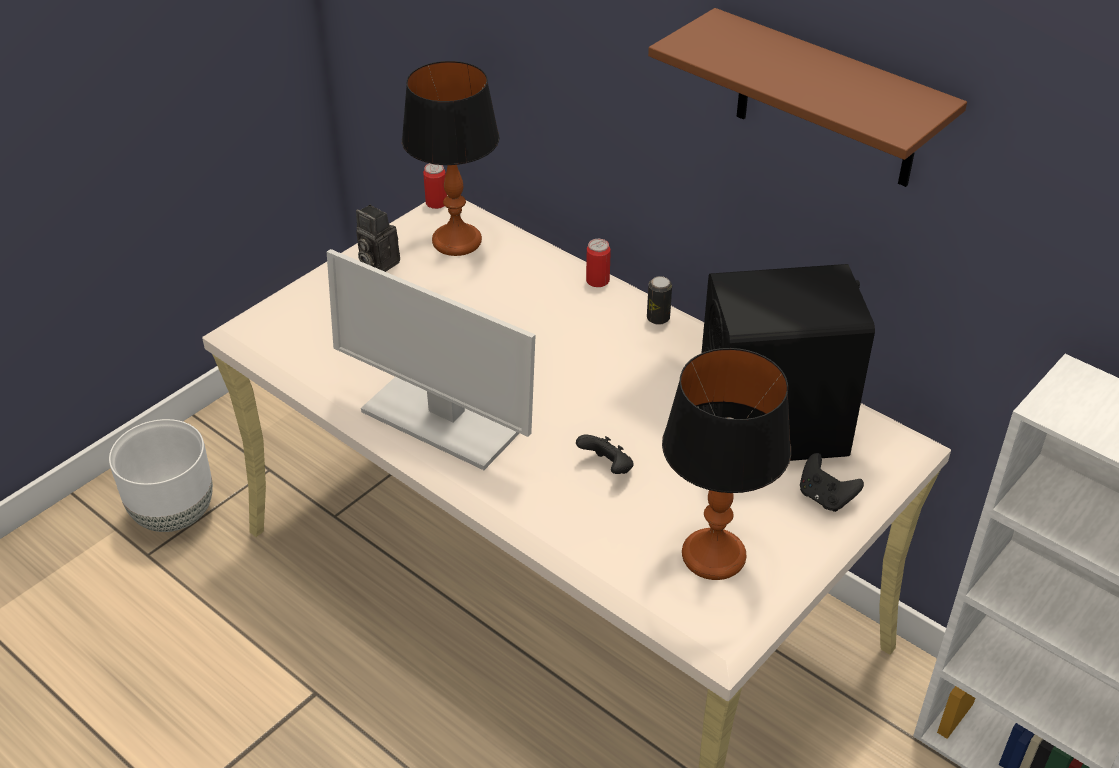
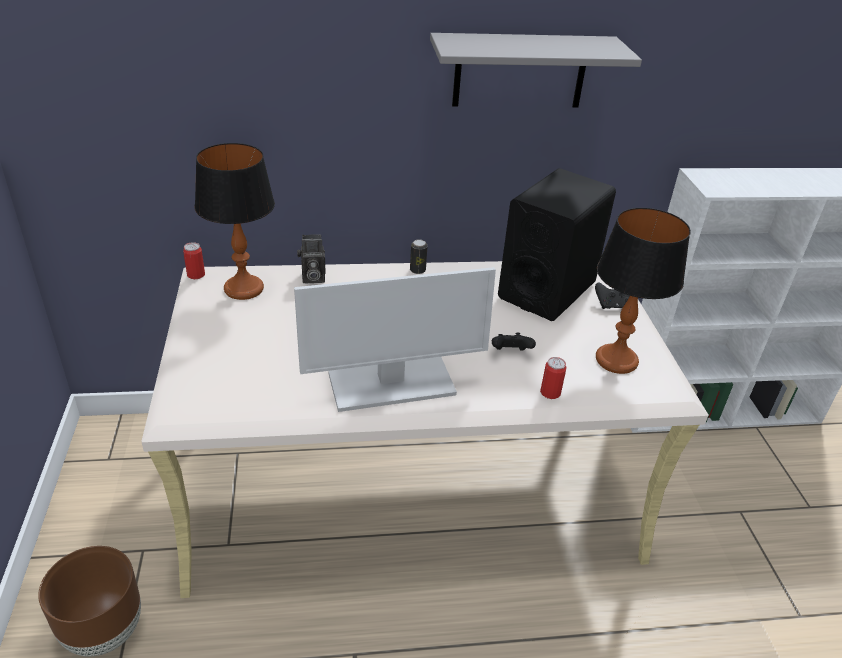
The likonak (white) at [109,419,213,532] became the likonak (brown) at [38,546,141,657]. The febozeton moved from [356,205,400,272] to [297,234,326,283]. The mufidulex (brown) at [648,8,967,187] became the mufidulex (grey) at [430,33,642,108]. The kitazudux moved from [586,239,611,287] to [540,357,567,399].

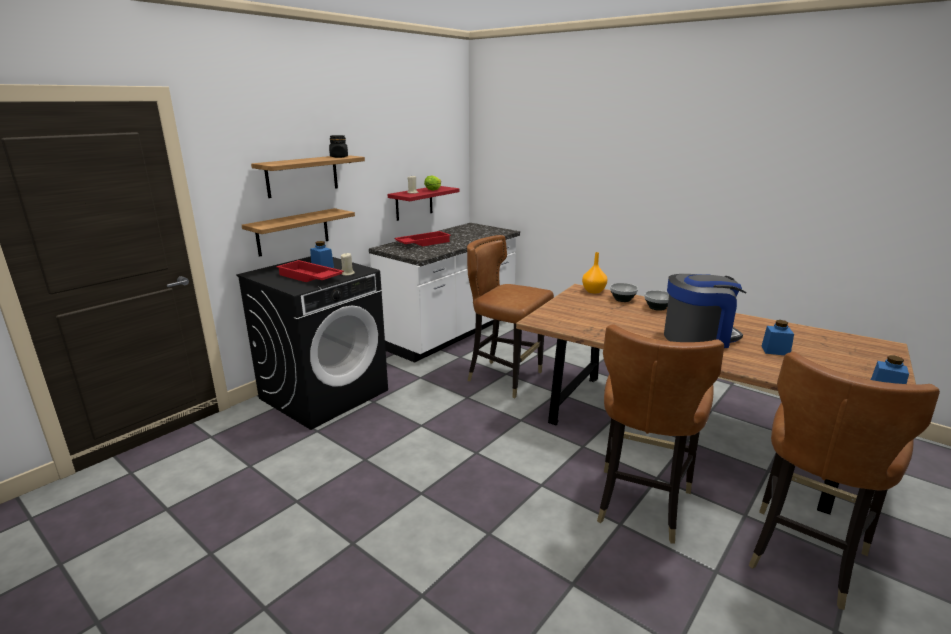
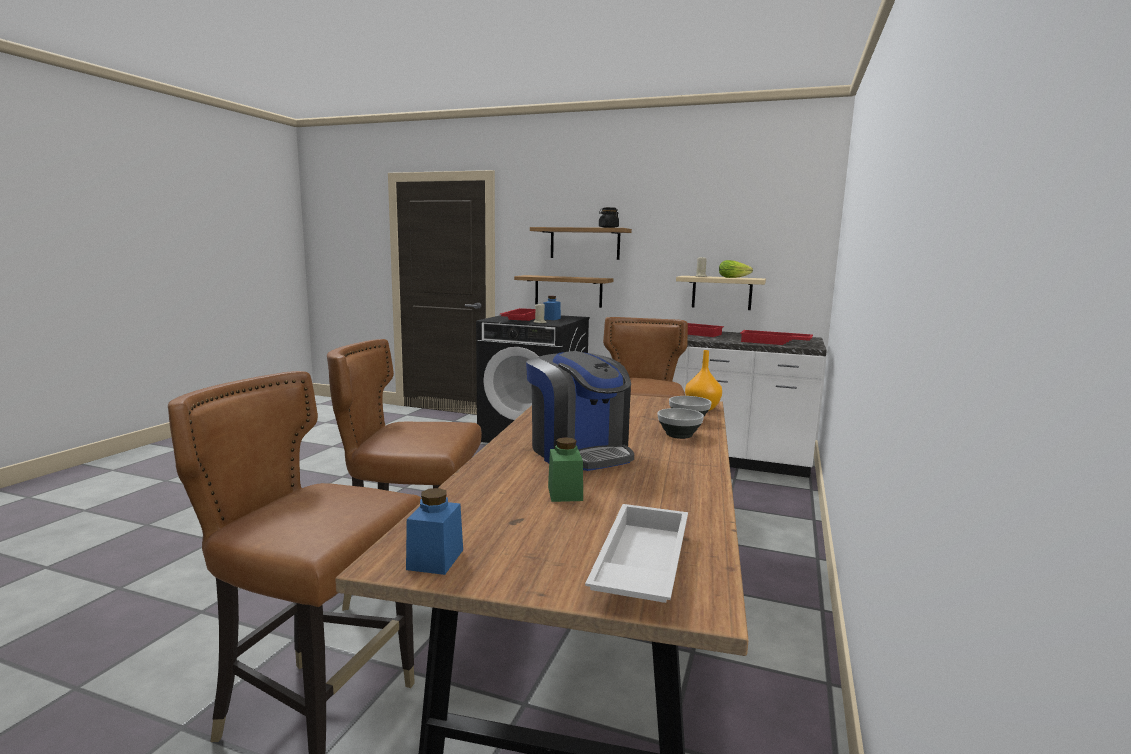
The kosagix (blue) at [761,320,794,355] became the kosagix (green) at [548,437,583,502]. The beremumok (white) at [585,504,688,603] appeared. The mufidulex (red) at [387,186,460,221] became the mufidulex (beige) at [676,276,766,310]. The beremumok (red) at [740,330,813,345] appeared.

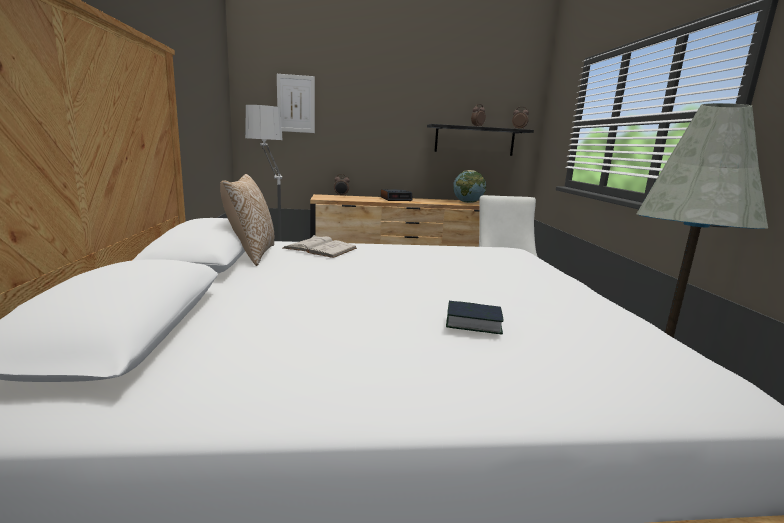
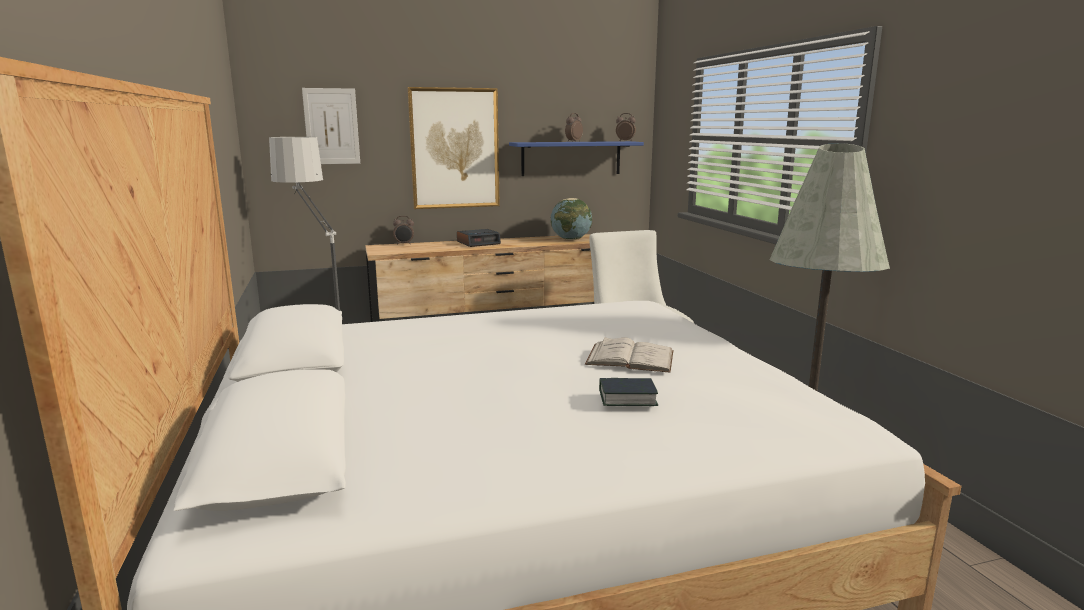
The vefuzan at [408,87,500,209] appeared. The mufidulex (black) at [427,124,534,156] became the mufidulex (blue) at [509,141,644,176]. The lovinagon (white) moved from [283,235,357,258] to [585,337,673,373]. The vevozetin at [220,174,274,266] disappeared.

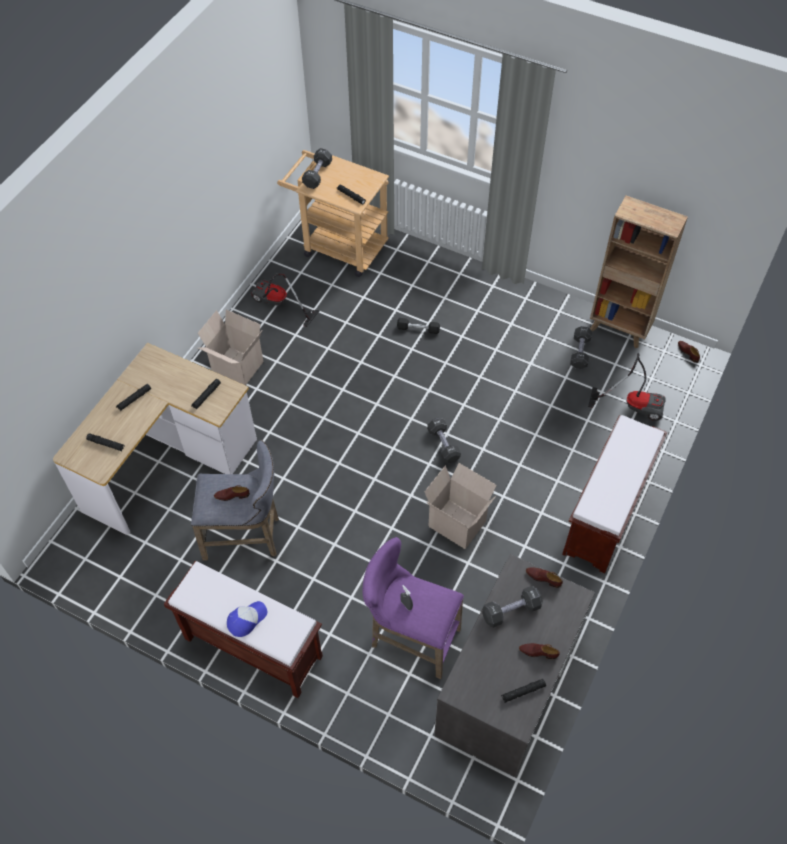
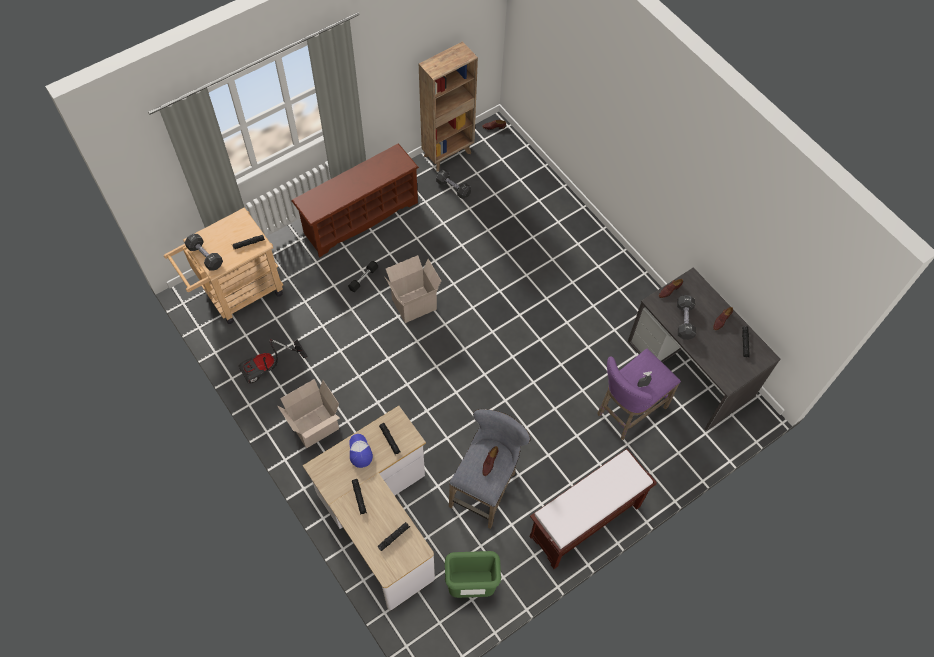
The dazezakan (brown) at [291,144,419,258] appeared. The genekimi moved from [227,601,267,637] to [349,434,373,468]. The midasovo moved from [425,463,497,549] to [385,255,441,323]. The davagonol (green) at [444,551,501,598] appeared. The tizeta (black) at [427,418,461,463] disappeared. The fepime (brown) at [562,415,668,574] disappeared. The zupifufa at [588,353,666,421] disappeared.

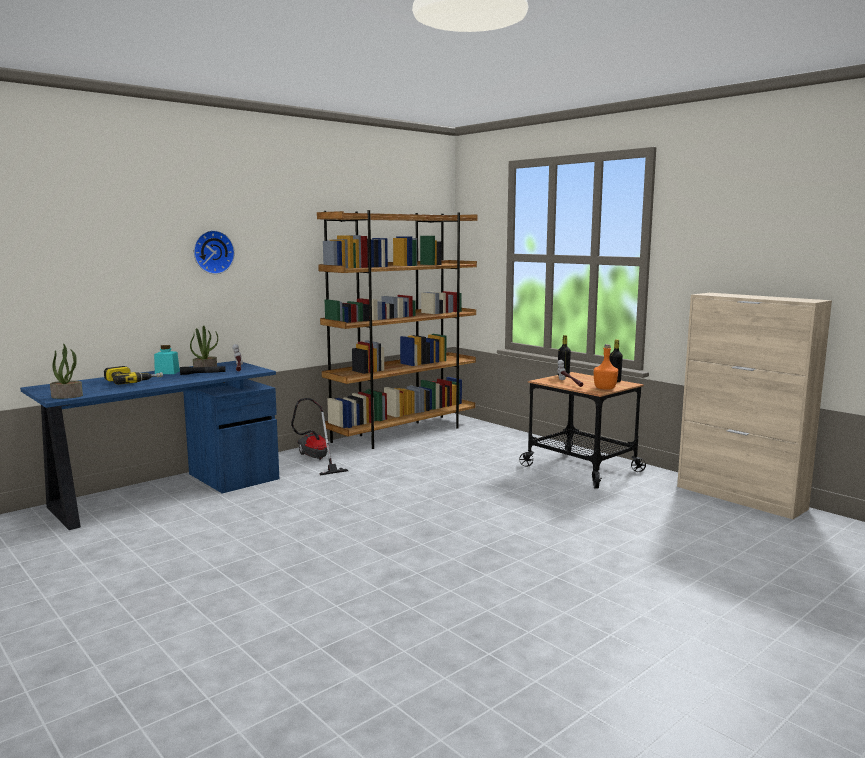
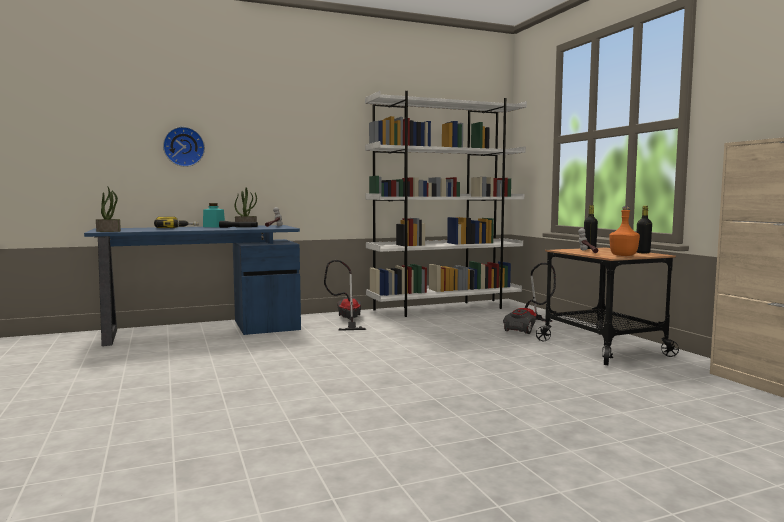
The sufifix moved from [194,230,235,274] to [163,127,205,167]. The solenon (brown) at [317,210,477,449] became the solenon (white) at [365,91,527,317]. The zupifufa at [503,263,556,334] appeared.

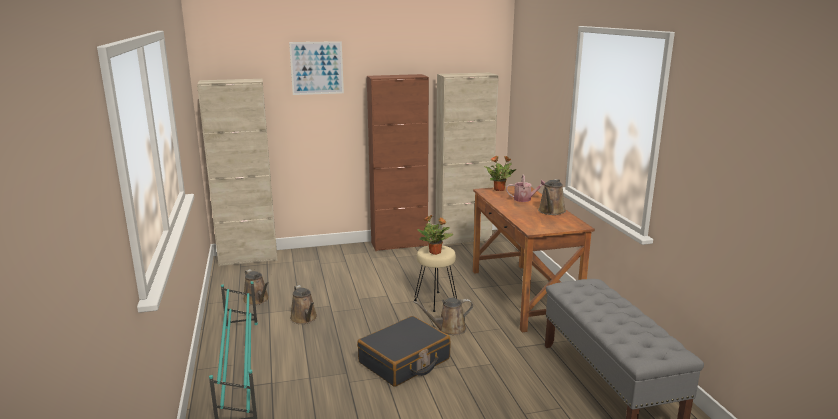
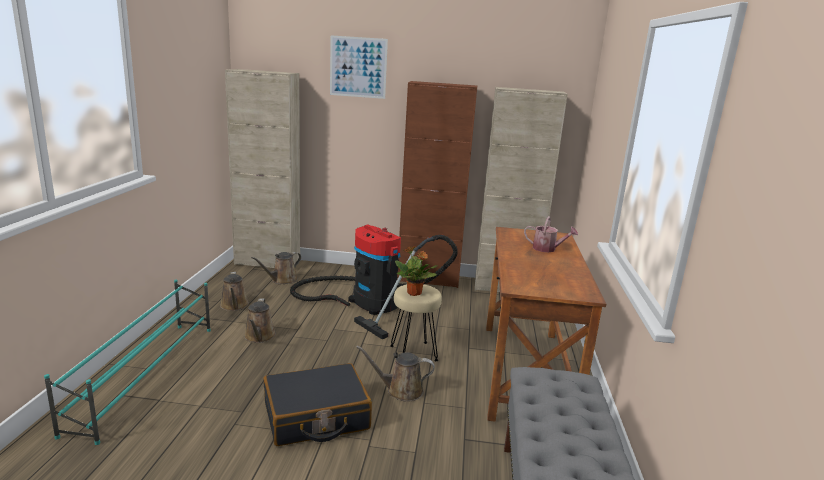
The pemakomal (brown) moved from [538,179,566,215] to [251,252,301,284]. The zupifufa at [290,225,458,339] appeared. The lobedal at [484,155,517,191] disappeared.

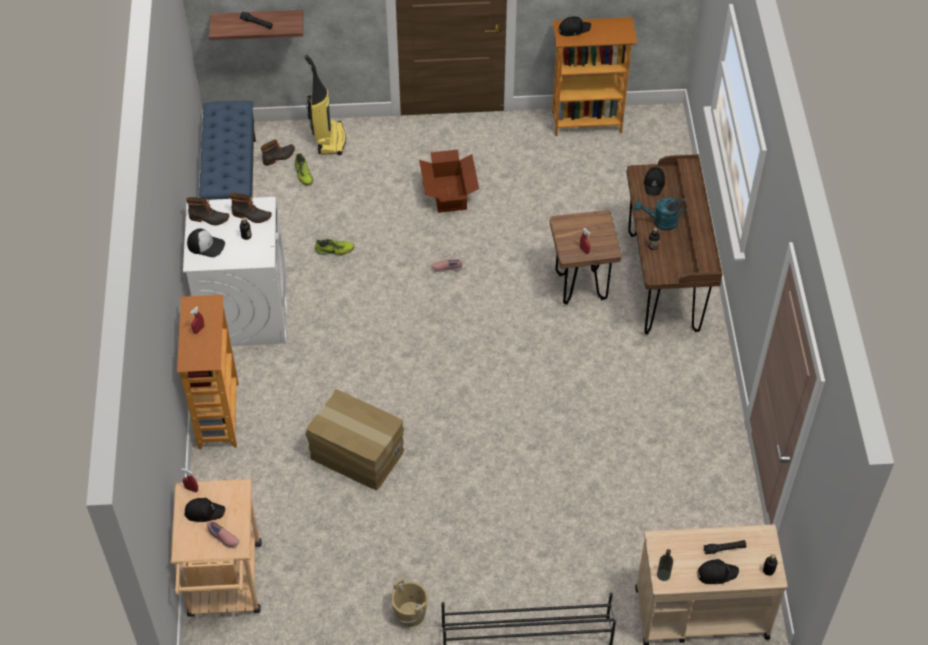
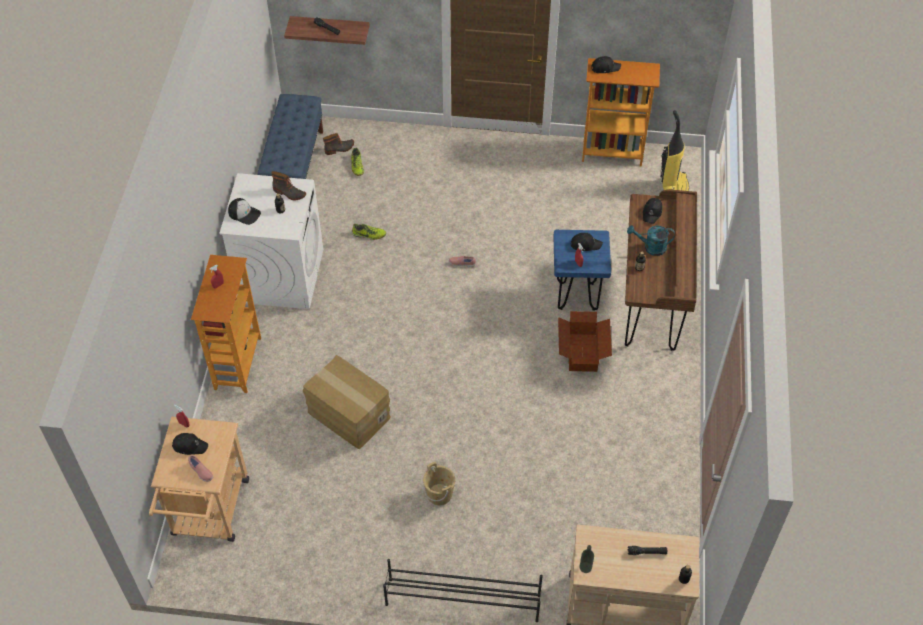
The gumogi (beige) moved from [391,578,428,627] to [423,461,455,505]. The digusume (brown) at [550,210,622,305] became the digusume (blue) at [553,230,611,311]. The midasovo moved from [419,150,479,213] to [558,311,612,372]. The genekimi (black) moved from [697,559,739,584] to [571,233,603,251]. The zupifufa moved from [304,55,346,155] to [660,110,689,191]. The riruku at [186,197,229,225] disappeared.

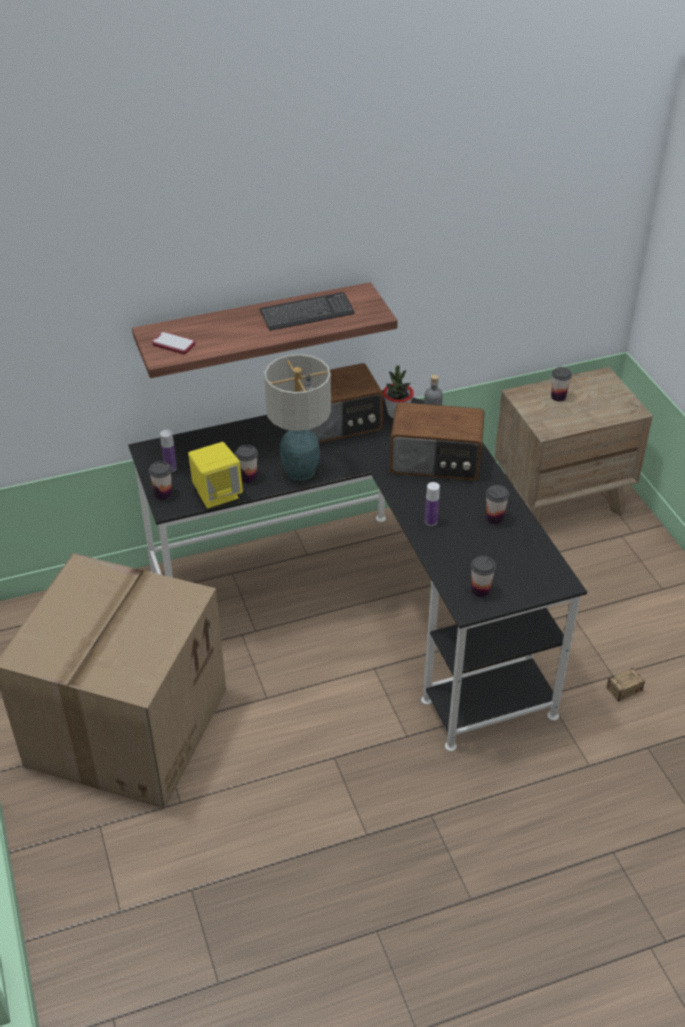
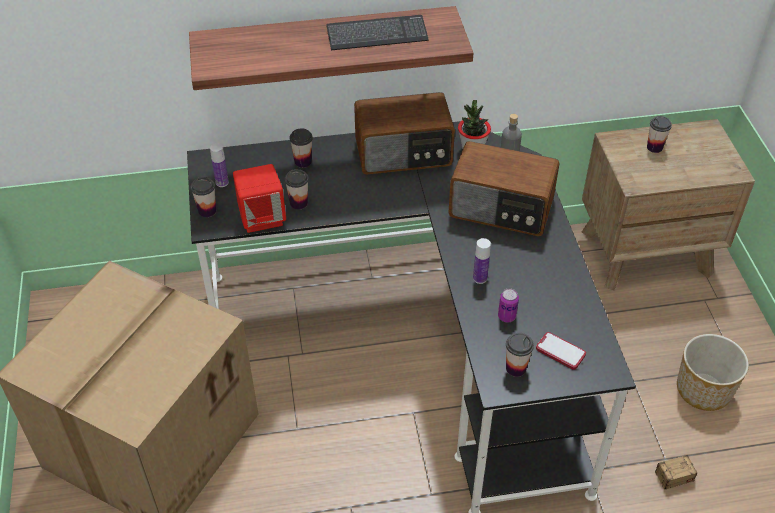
The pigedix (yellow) at [188,442,243,509] became the pigedix (red) at [233,164,286,233]. The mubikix moved from [486,485,509,525] to [290,129,313,168]. The kitazudux at [498,288,519,323] appeared. The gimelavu moved from [152,332,195,354] to [536,332,586,370]. The likonak at [677,334,749,411] appeared. The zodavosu at [264,354,331,481] disappeared.

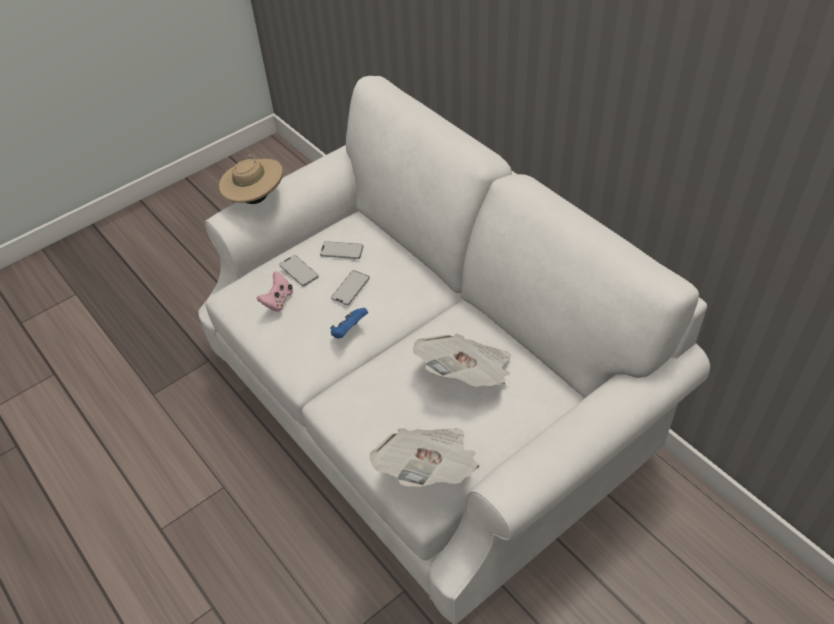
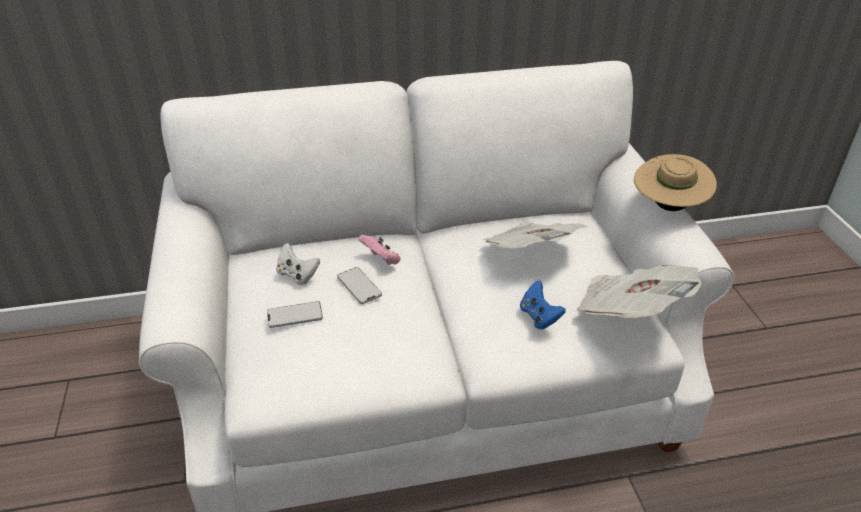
The gimelavu at [320,241,363,259] was replaced by the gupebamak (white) at [276,243,320,285]. The gupebamak (pink) moved from [257,271,293,312] to [358,235,400,265]. The gupebamak (blue) moved from [330,308,368,339] to [520,281,566,329]. The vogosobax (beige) moved from [219,152,283,204] to [634,154,717,211].

